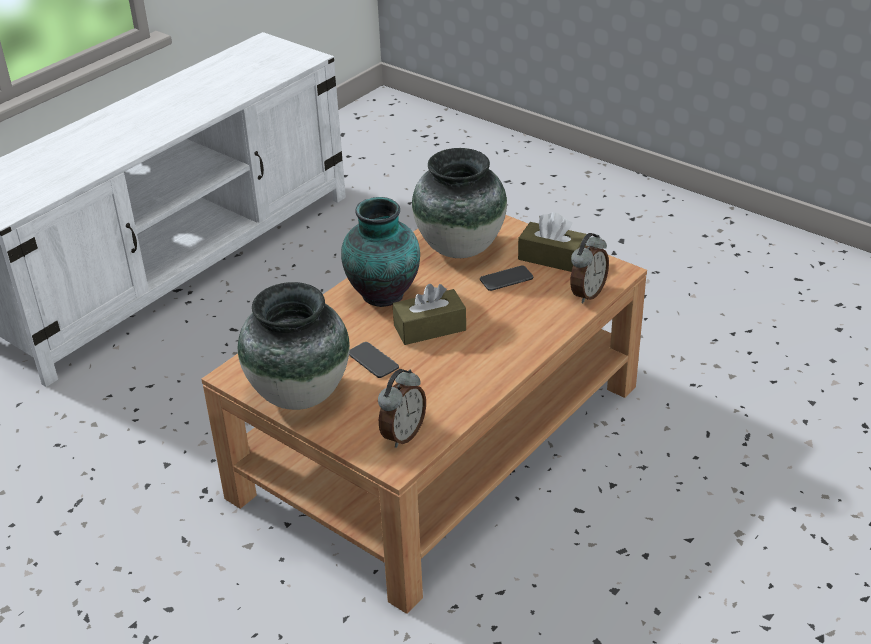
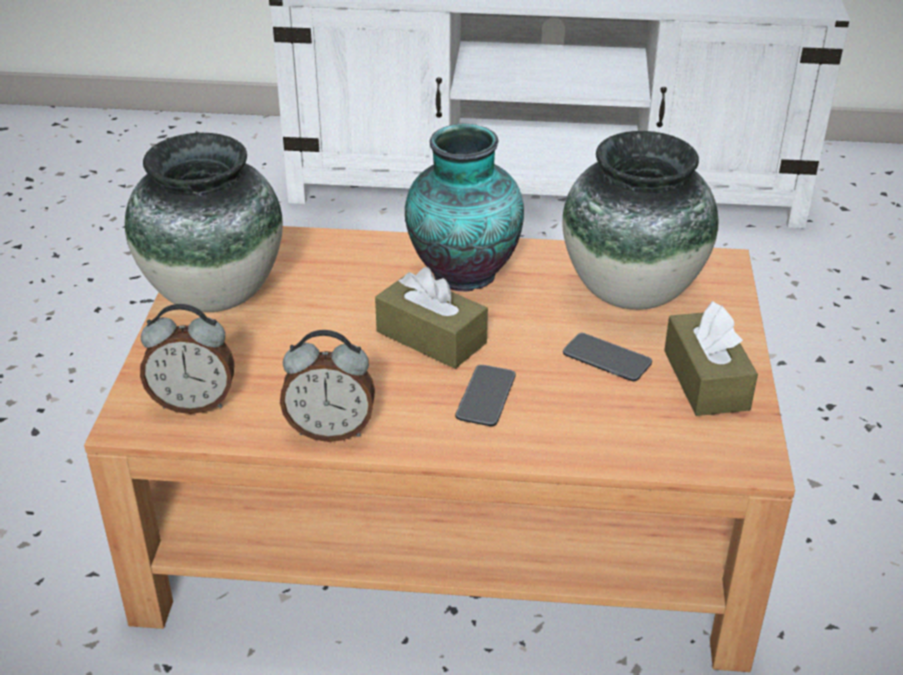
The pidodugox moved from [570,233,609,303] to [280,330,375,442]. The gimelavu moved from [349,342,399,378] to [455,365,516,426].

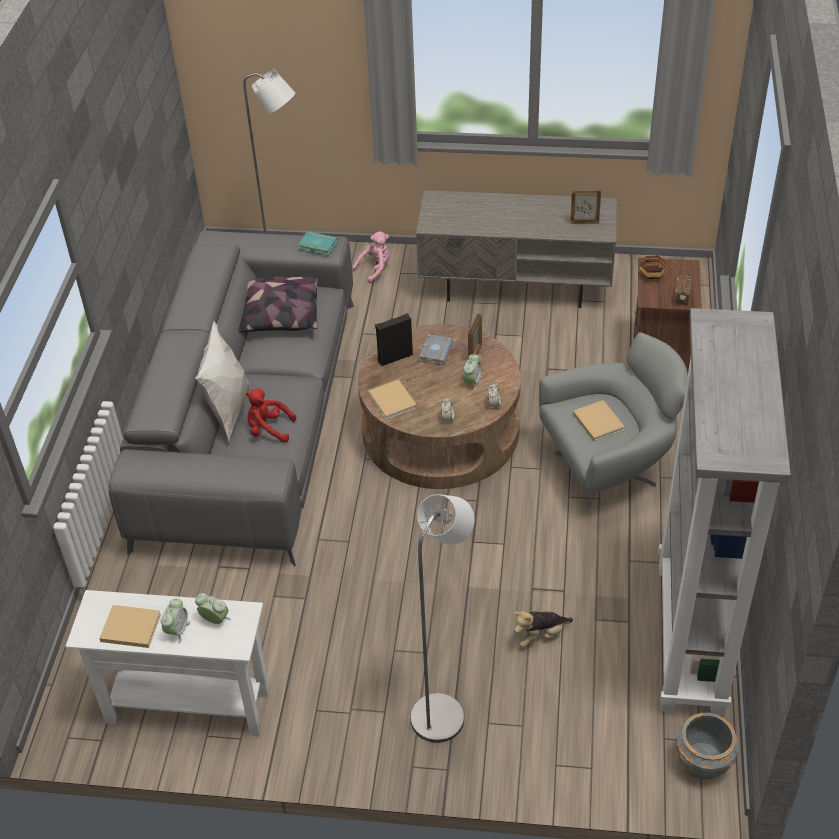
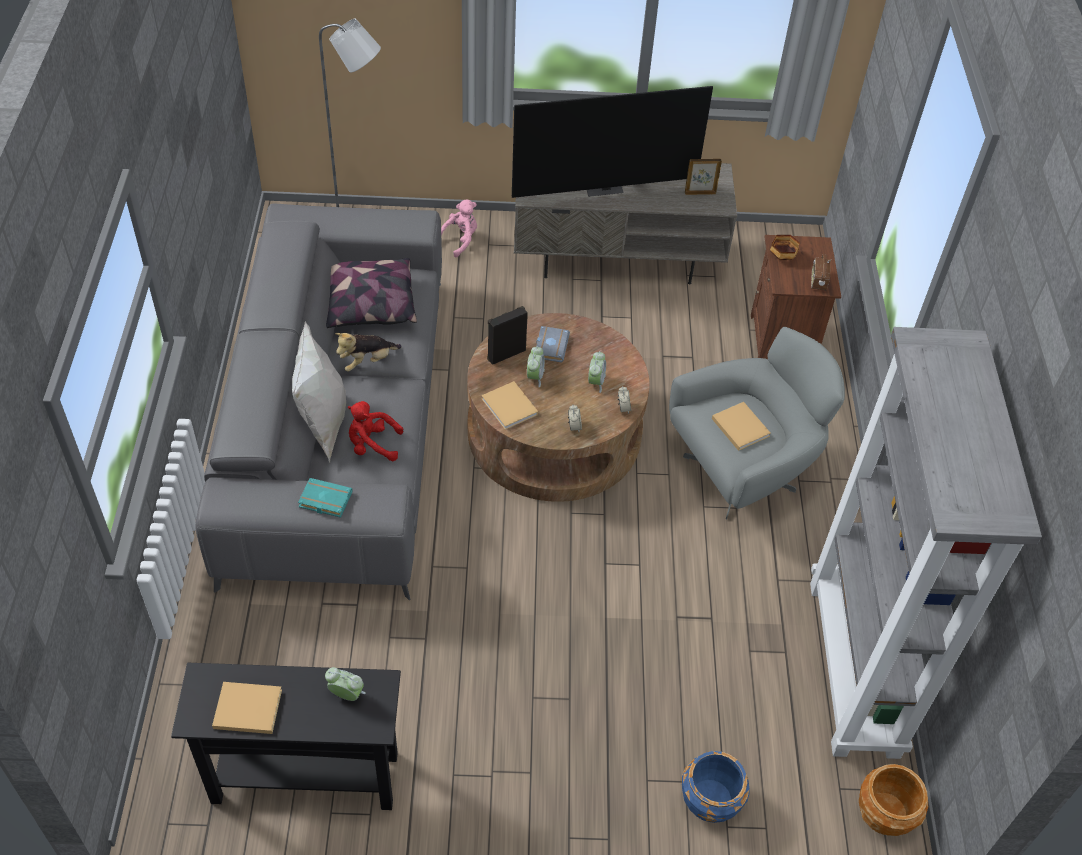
The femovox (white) at [65,590,270,736] became the femovox (black) at [171,663,401,810]. The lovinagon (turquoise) moved from [298,231,338,256] to [298,478,353,518]. The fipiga moved from [514,611,573,647] to [335,333,402,372]. The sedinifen at [512,86,713,198] appeared. The pidodugox moved from [161,598,190,644] to [527,346,545,388]. The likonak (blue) at [682,751,750,823] appeared. The likonak (grey) at [676,713,739,780] became the likonak (brown) at [859,764,928,836]. The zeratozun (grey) at [410,494,475,743] disappeared. The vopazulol at [468,314,482,357] disappeared.

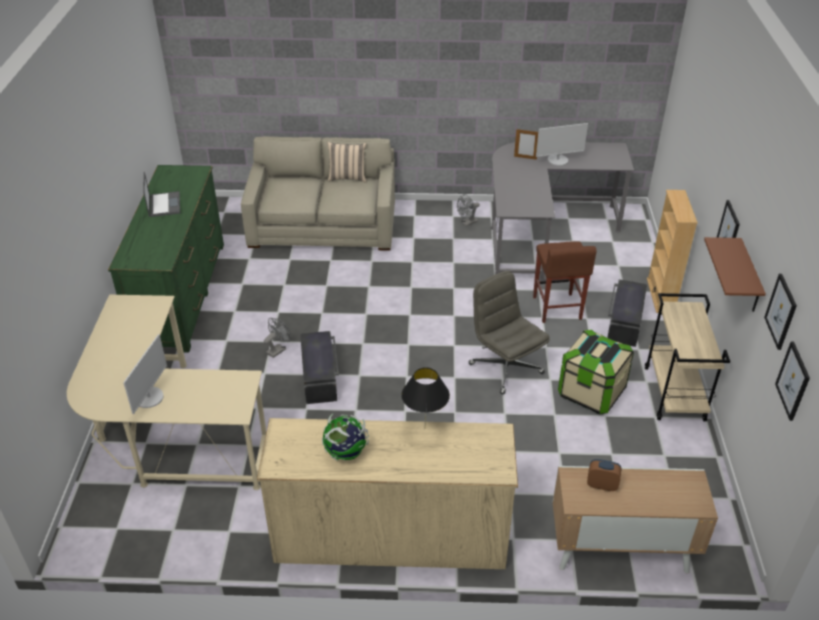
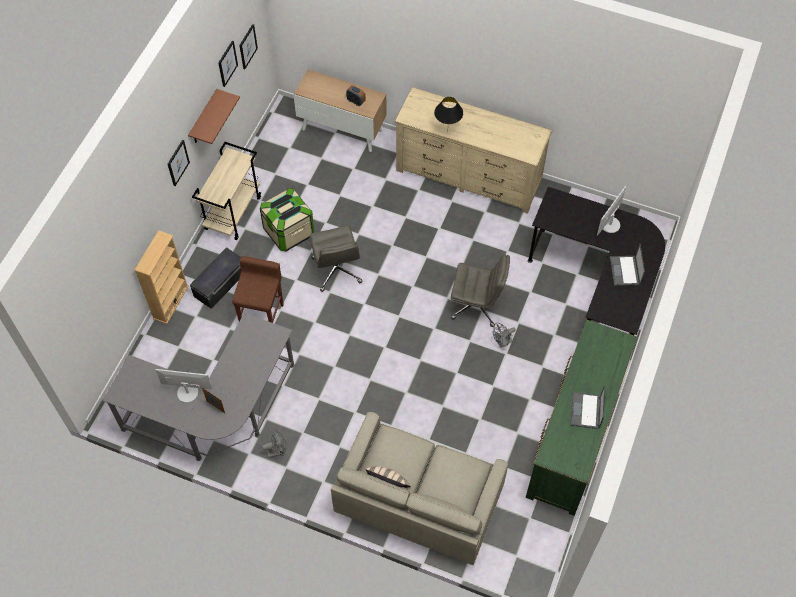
The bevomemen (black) at [300,331,339,404] was replaced by the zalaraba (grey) at [451,254,510,327]. The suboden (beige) at [67,295,267,490] became the suboden (black) at [528,187,665,335]. The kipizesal at [610,243,645,286] appeared. The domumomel at [322,413,369,461] disappeared.

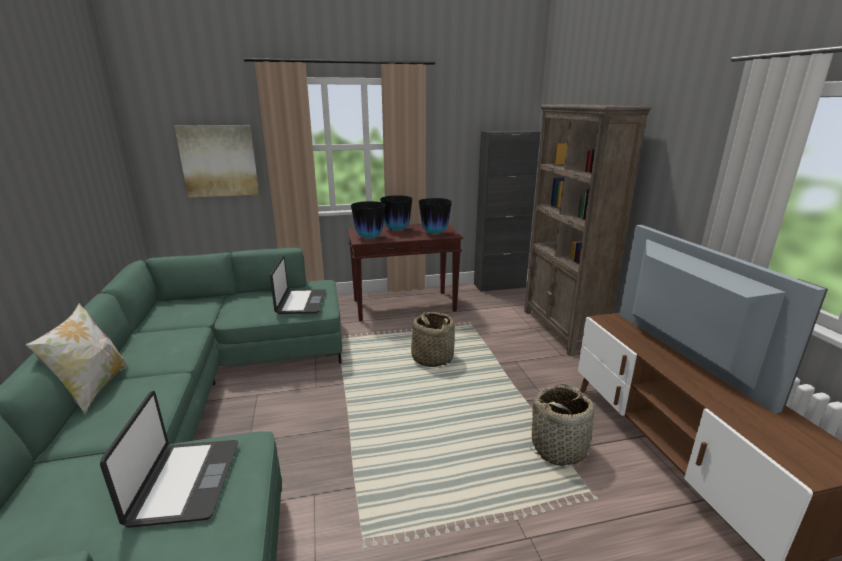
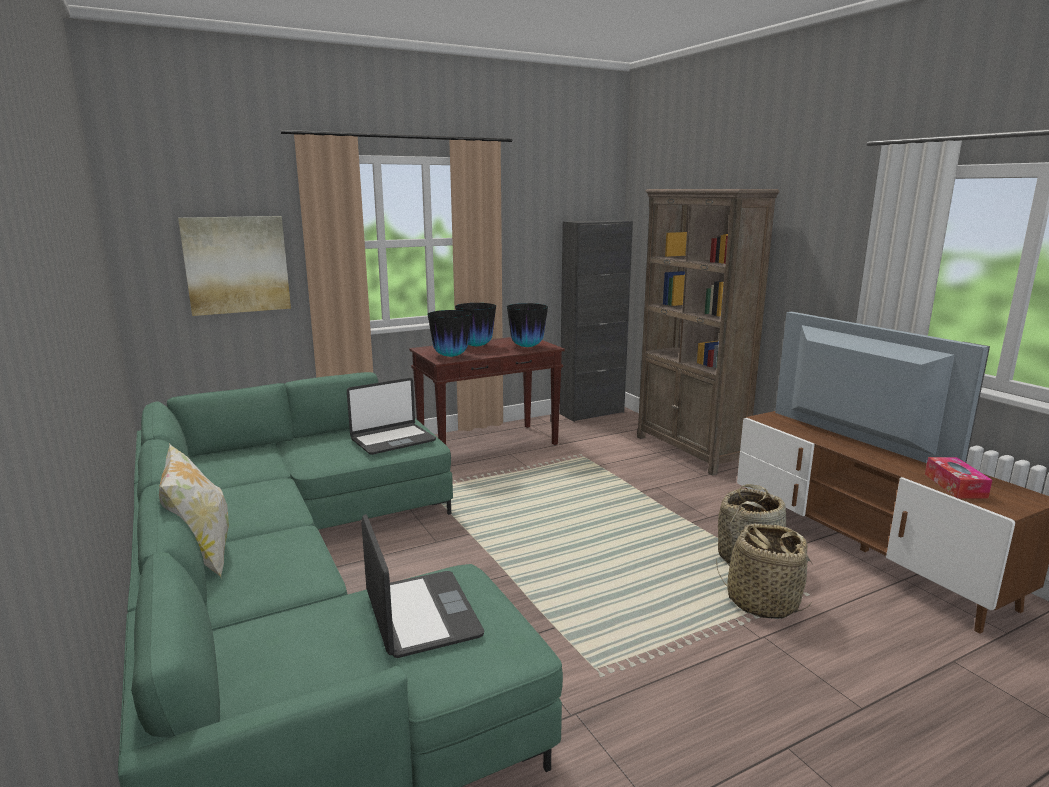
The kipizesal at [270,256,326,314] turned 75 degrees clockwise. The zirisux moved from [411,311,455,367] to [716,524,813,619]. The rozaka at [925,457,992,499] appeared.

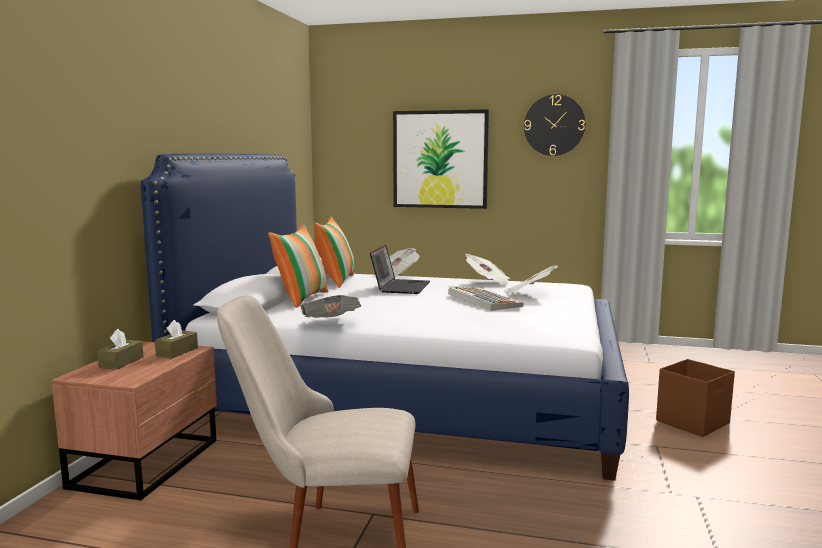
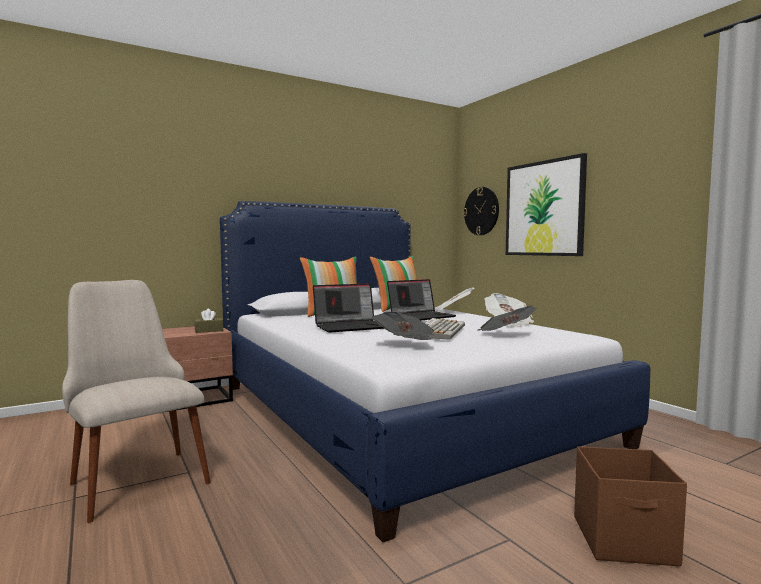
The kipizesal at [313,283,385,333] appeared. The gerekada moved from [300,295,361,318] to [371,312,434,340]. The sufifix moved from [524,94,585,156] to [463,187,499,235]. The rozaka (brown) at [97,329,143,370] disappeared.

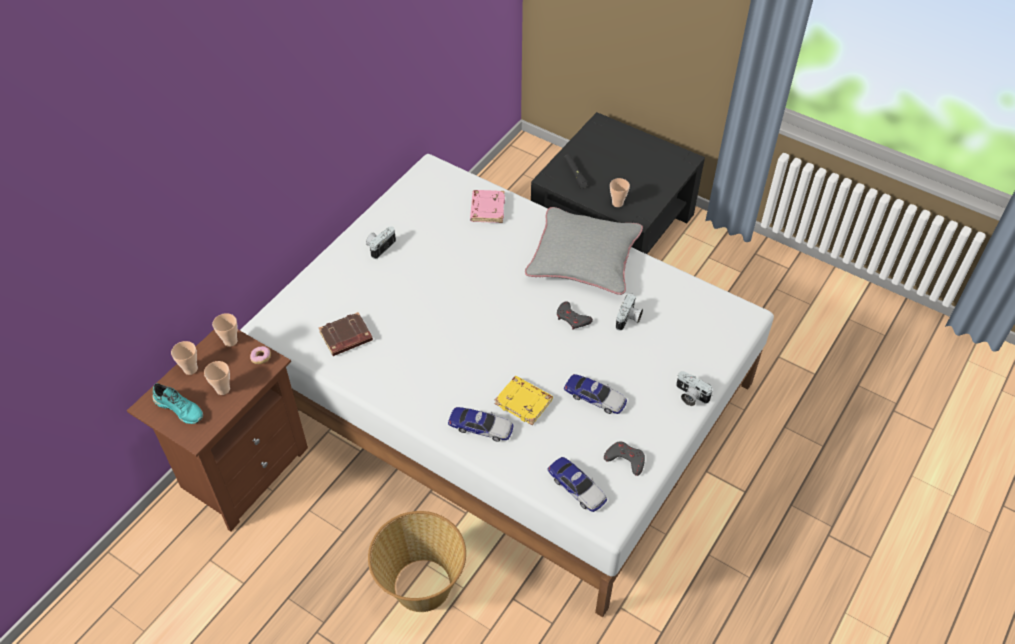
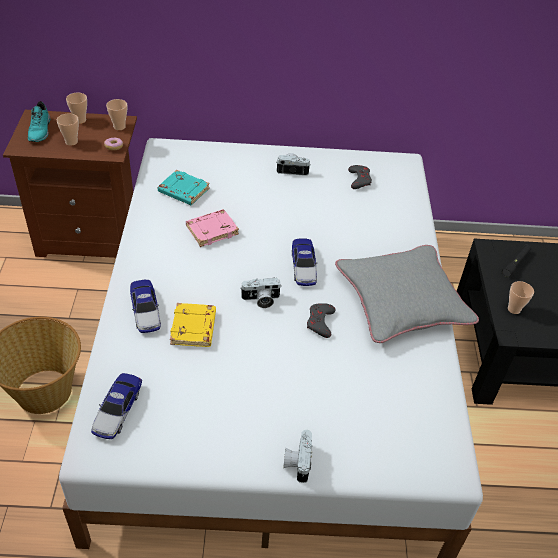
The lovinagon (brown) at [319,312,373,356] became the lovinagon (turquoise) at [158,170,210,205]. The lovinagon (pink) moved from [470,190,505,223] to [186,209,239,247]. The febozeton moved from [616,294,643,331] to [241,278,282,308]. The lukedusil moved from [564,374,627,414] to [292,239,318,286]. The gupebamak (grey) moved from [604,441,645,476] to [348,165,372,189].

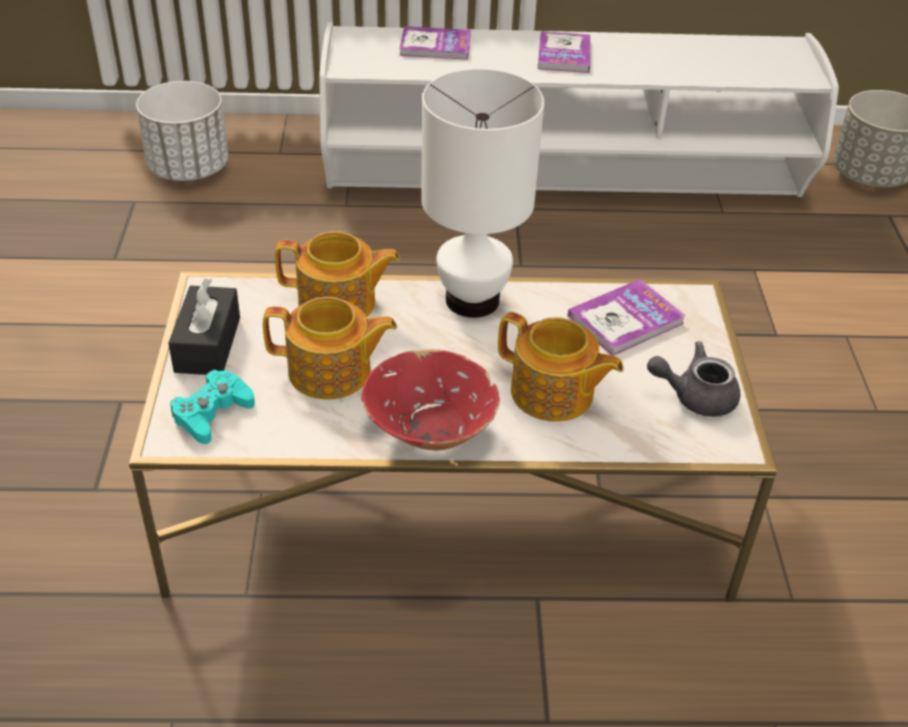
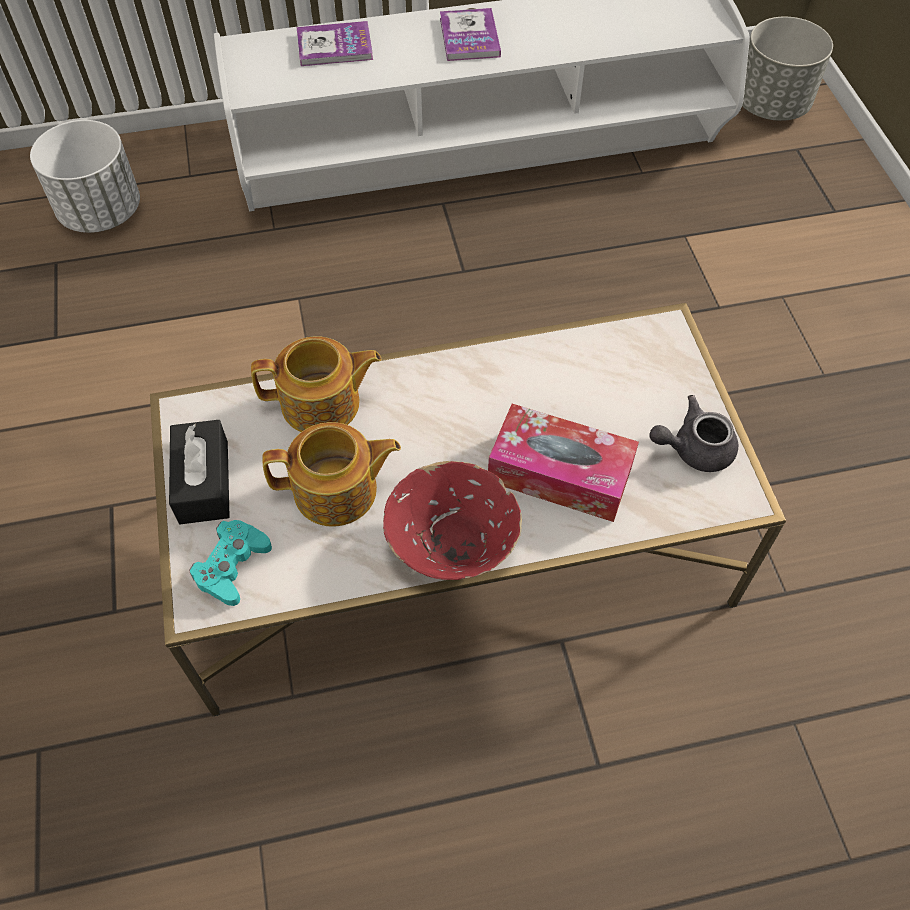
The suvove at [498,312,624,422] was replaced by the rozaka at [488,404,639,522]. The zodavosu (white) at [421,69,544,318] disappeared. The lovinagon at [567,279,686,356] disappeared.

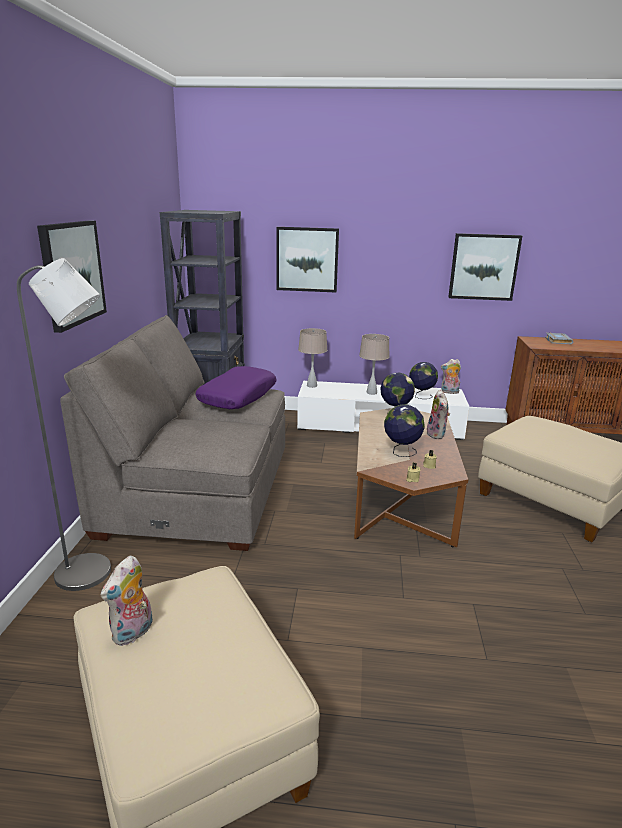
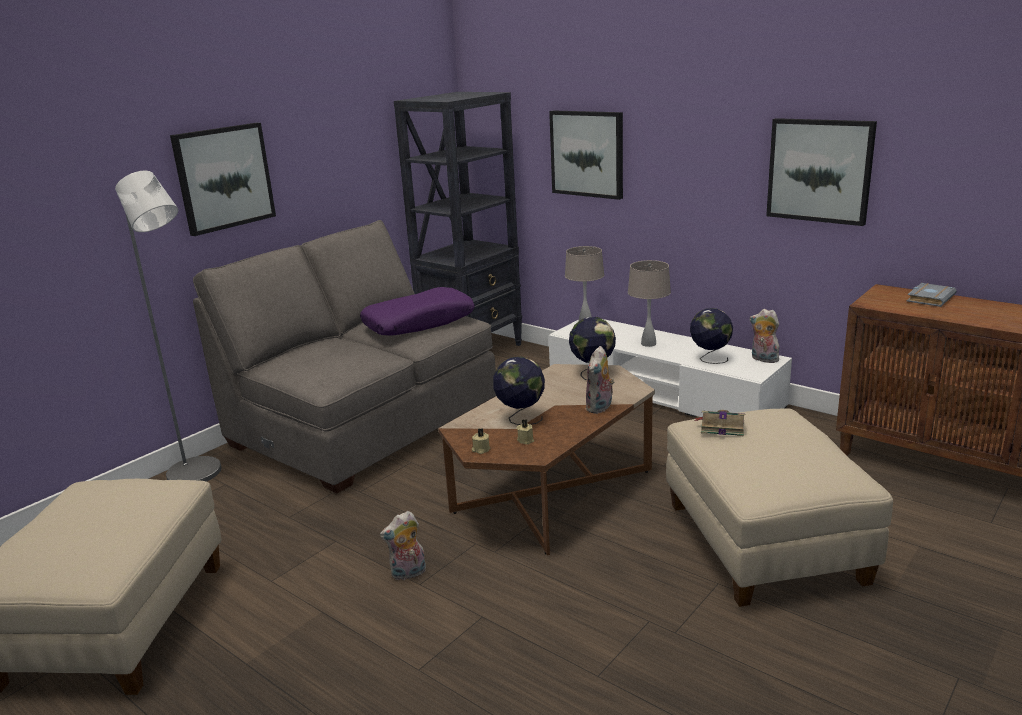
The fipiga moved from [101,556,153,646] to [380,511,426,580]. The lovinagon at [694,410,745,436] appeared.

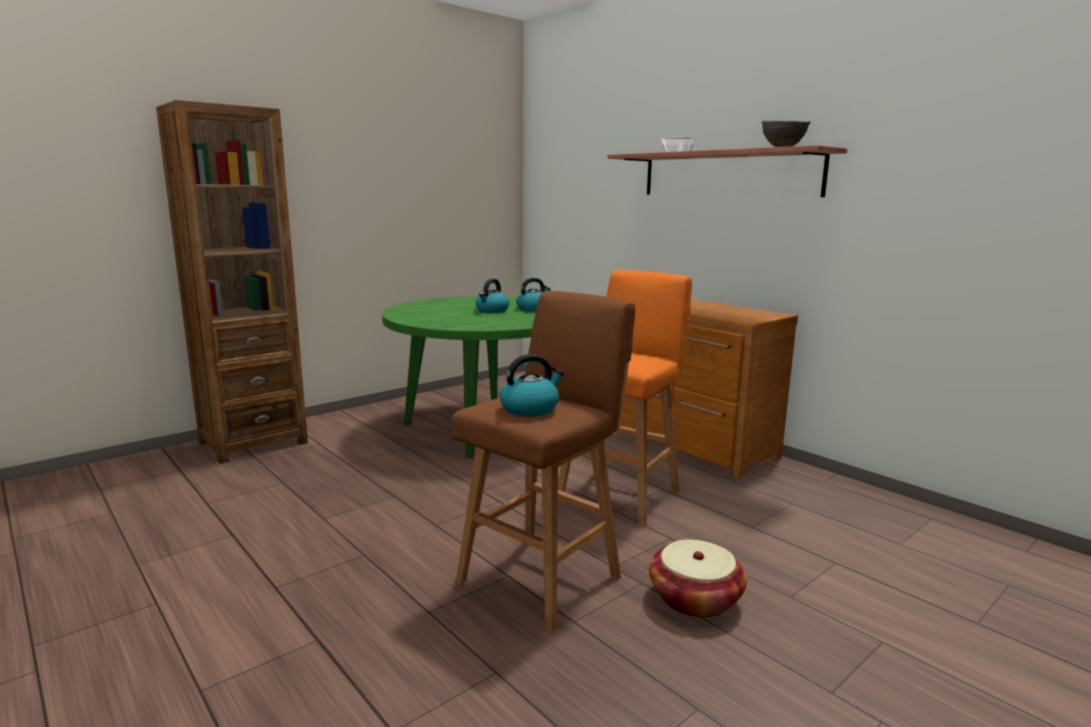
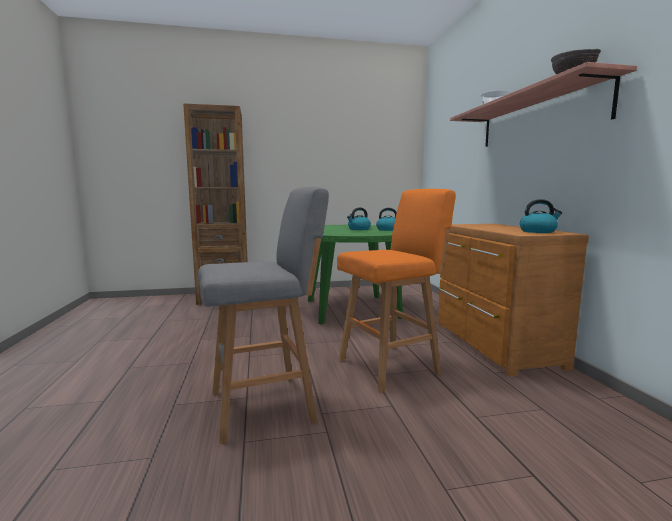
The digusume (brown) at [451,291,635,632] became the digusume (grey) at [198,187,329,444]. The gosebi moved from [500,354,564,417] to [520,199,562,233]. The zirisux at [649,540,747,618] disappeared.

